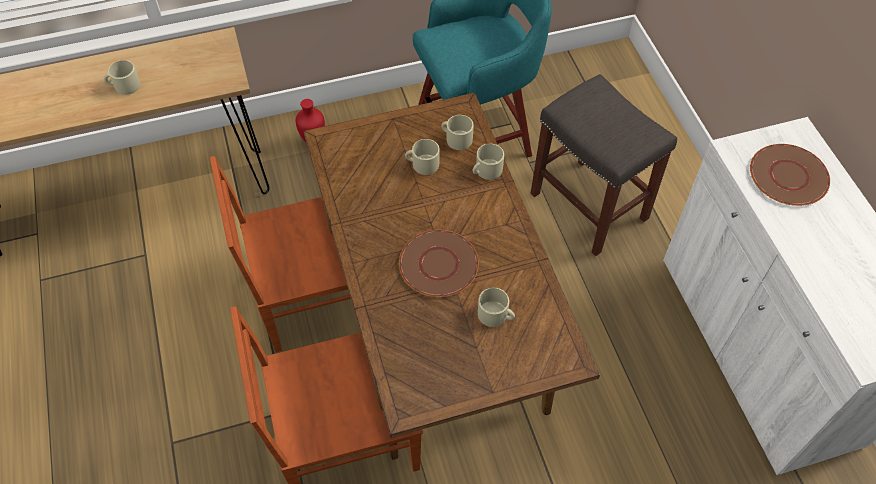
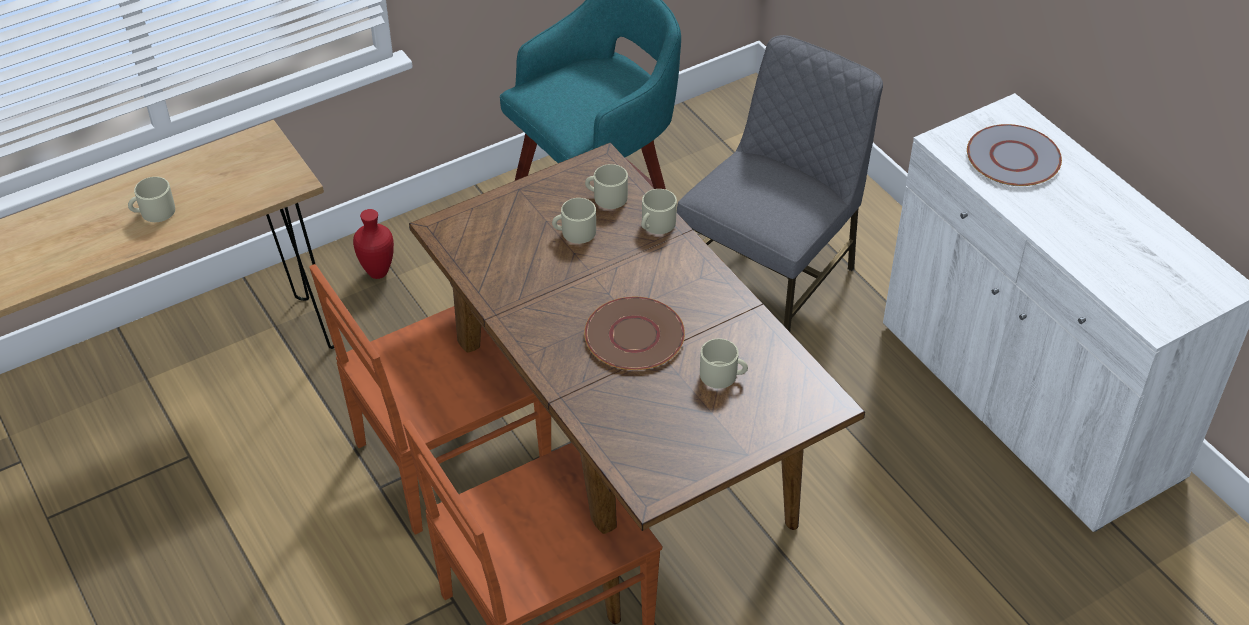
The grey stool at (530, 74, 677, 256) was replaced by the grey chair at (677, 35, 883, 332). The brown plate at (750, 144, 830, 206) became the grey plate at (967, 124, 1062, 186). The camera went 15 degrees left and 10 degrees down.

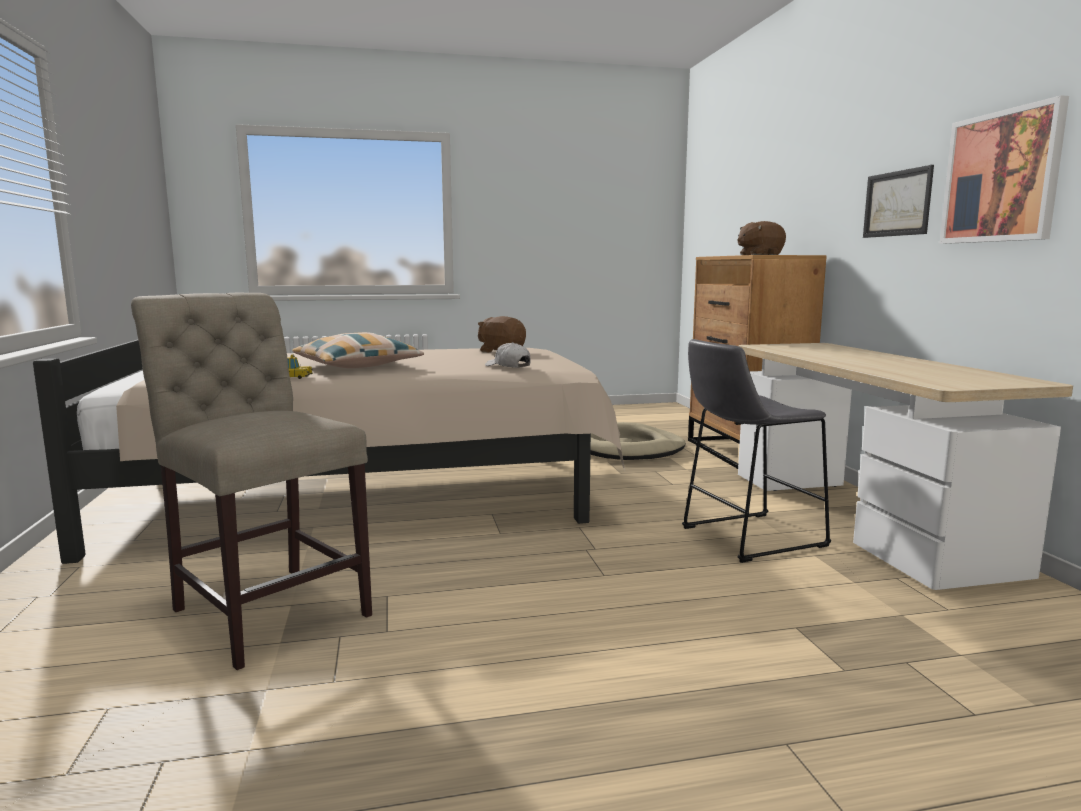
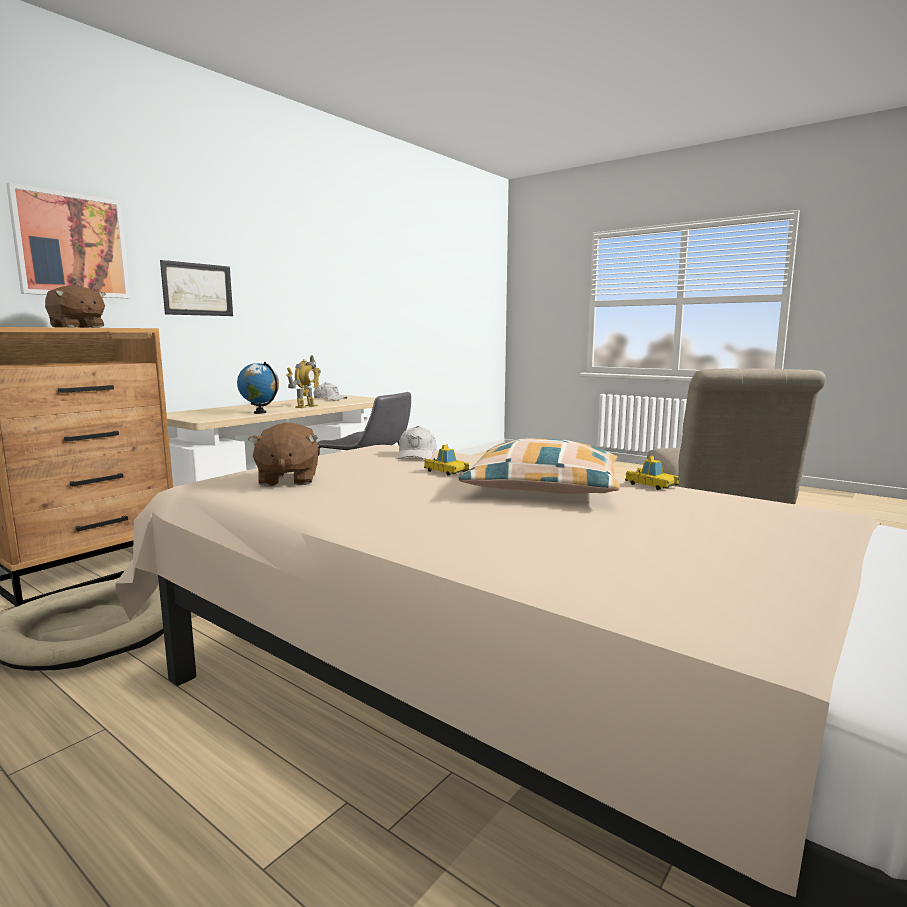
The globe at (237, 361, 279, 414) appeared. The toy robot at (287, 356, 321, 408) appeared. The white cap at (314, 382, 347, 401) appeared. The toy car at (424, 444, 469, 476) appeared. The picture moved from (939, 95, 1069, 244) to (6, 183, 130, 298). The camera went 130 degrees left and 0 degrees up.

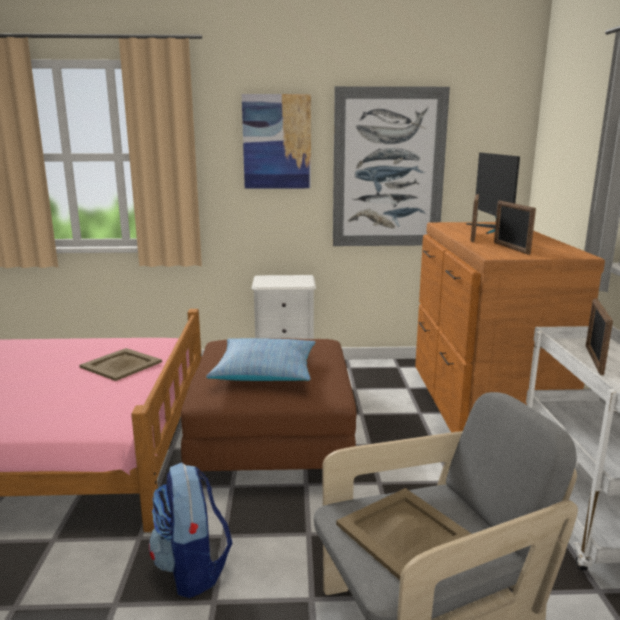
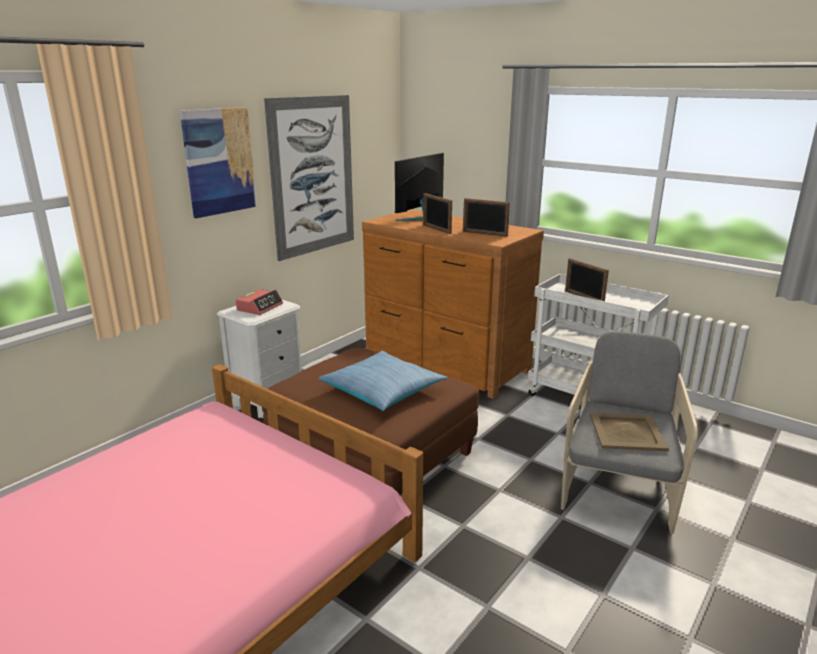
The beige tray at (79, 348, 162, 381) disappeared. The backpack at (149, 463, 232, 598) disappeared. The alarm clock at (236, 289, 283, 315) appeared. The monitor at (466, 153, 520, 234) turned 90 degrees clockwise. The camera went 50 degrees left and 5 degrees up.

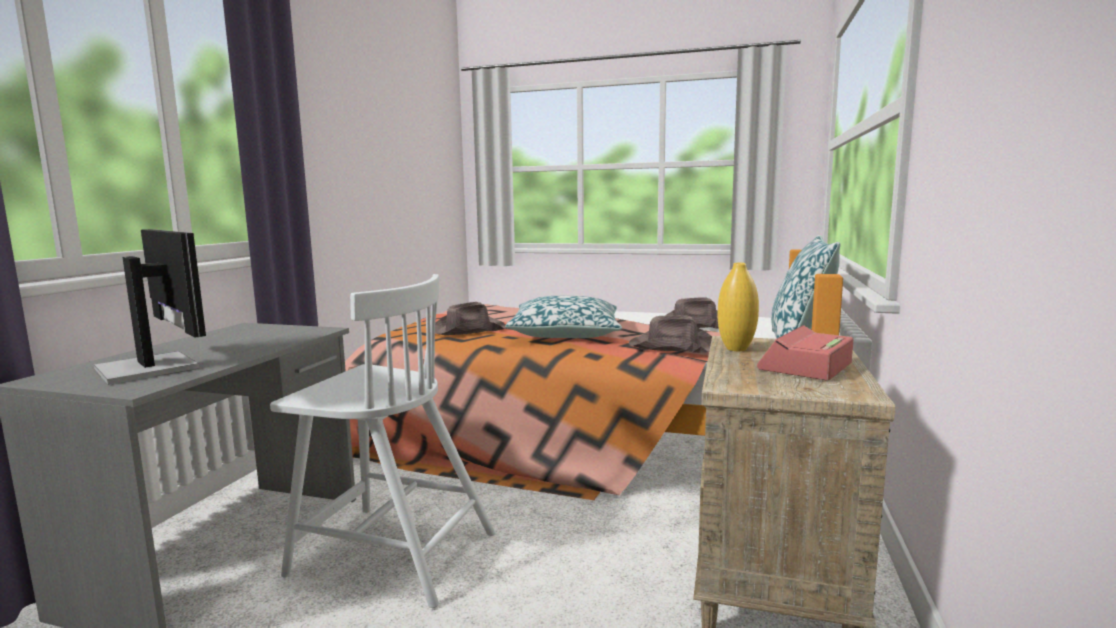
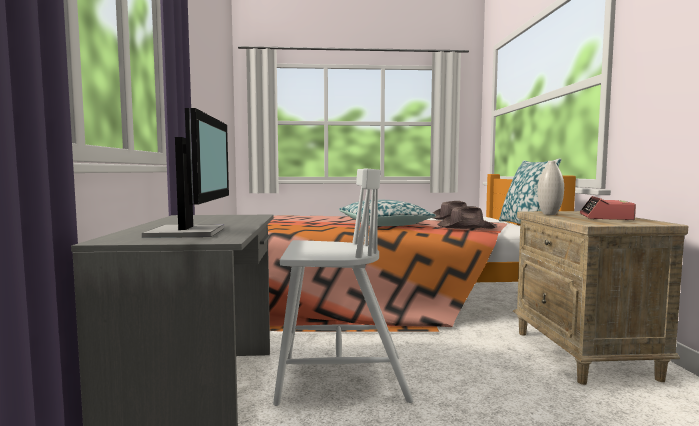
The brown hat at (435, 302, 507, 335) disappeared. The yellow vase at (717, 263, 759, 351) became the white vase at (537, 161, 564, 215). The monitor at (94, 229, 206, 385) turned 60 degrees clockwise. The camera went 20 degrees left and 5 degrees down.

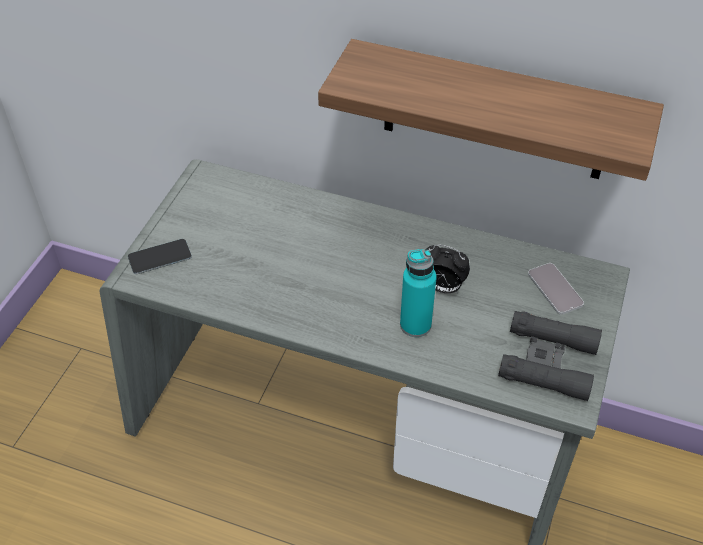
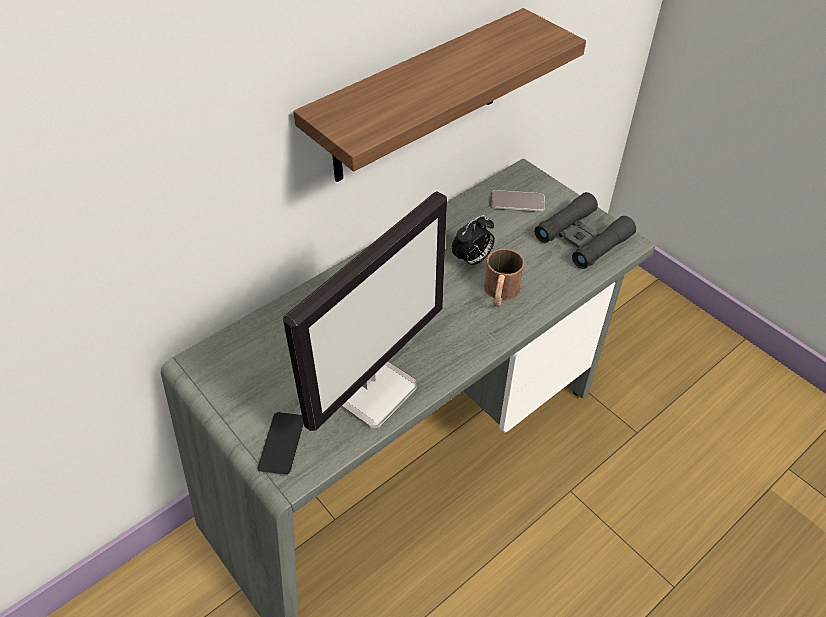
The monitor at (283, 191, 447, 431) appeared. The turquoise bottle at (400, 249, 437, 337) was replaced by the brown mug at (484, 249, 524, 307). The camera went 60 degrees left and 0 degrees up.

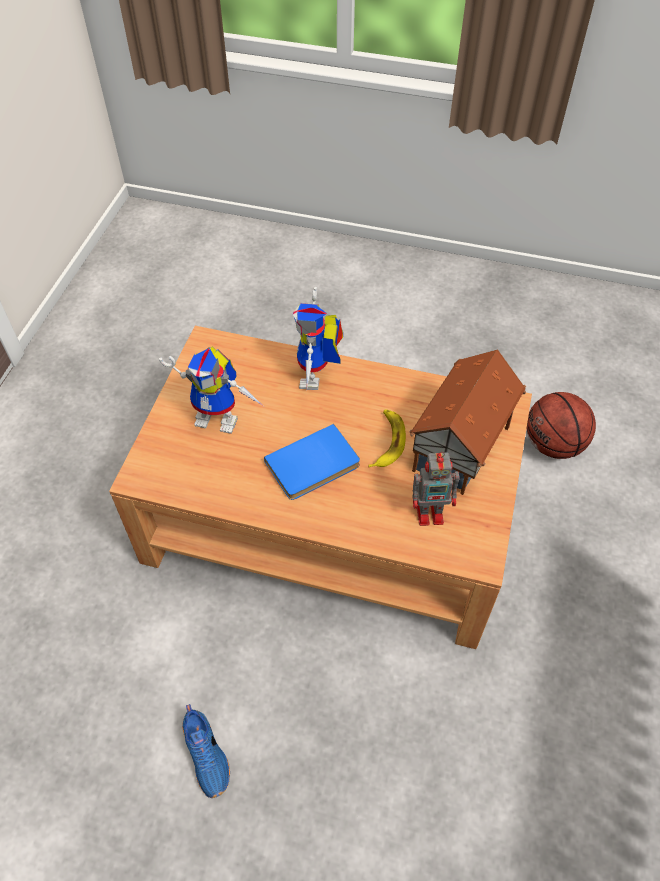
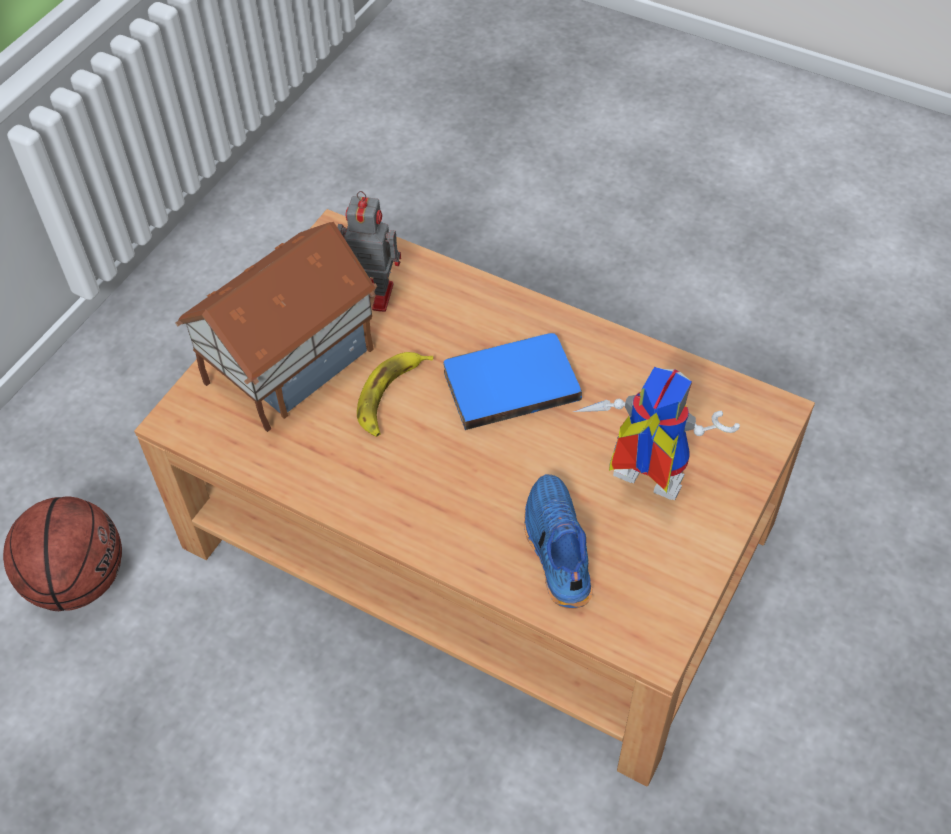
The toy robot at (293, 287, 343, 390) disappeared. The blue shoe moved from (182, 704, 230, 798) to (524, 474, 593, 609). The camera went 165 degrees left and 0 degrees up.

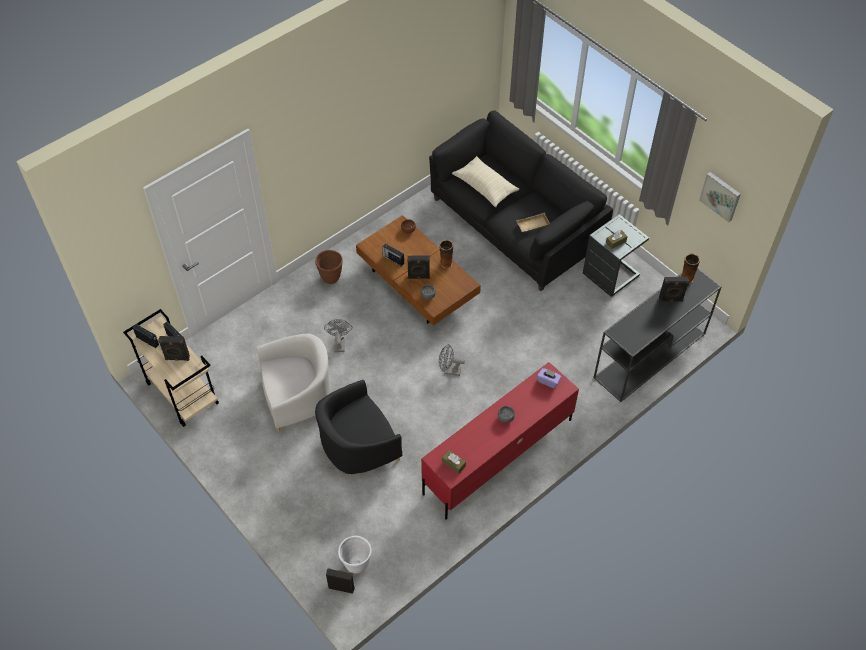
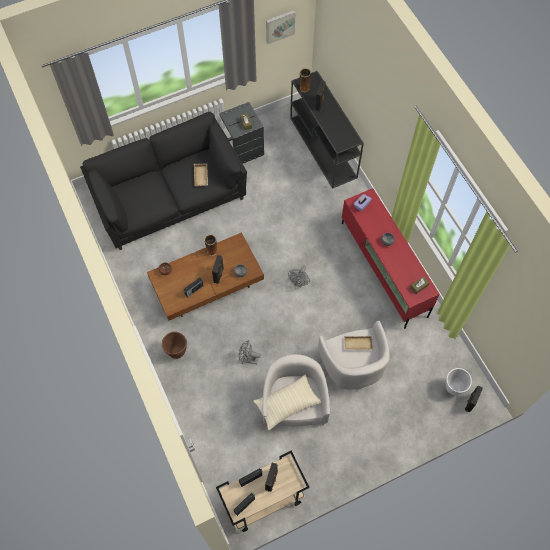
The beige tray at (344, 336, 373, 350) appeared. The beige pillow moved from (452, 156, 519, 207) to (253, 374, 322, 430). The black armchair at (315, 380, 402, 476) became the white armchair at (318, 321, 390, 390). The camera went 75 degrees left and 10 degrees up.

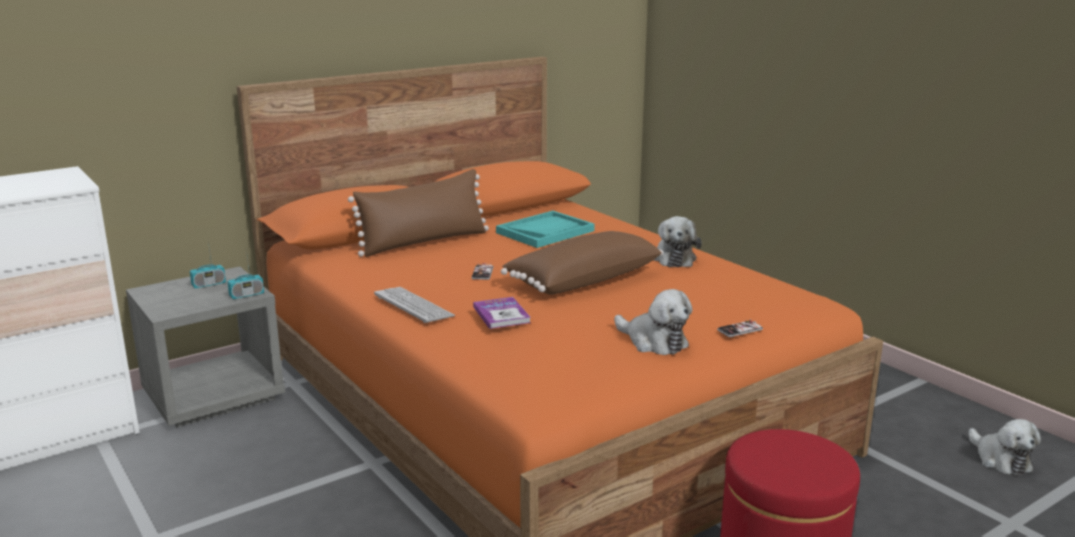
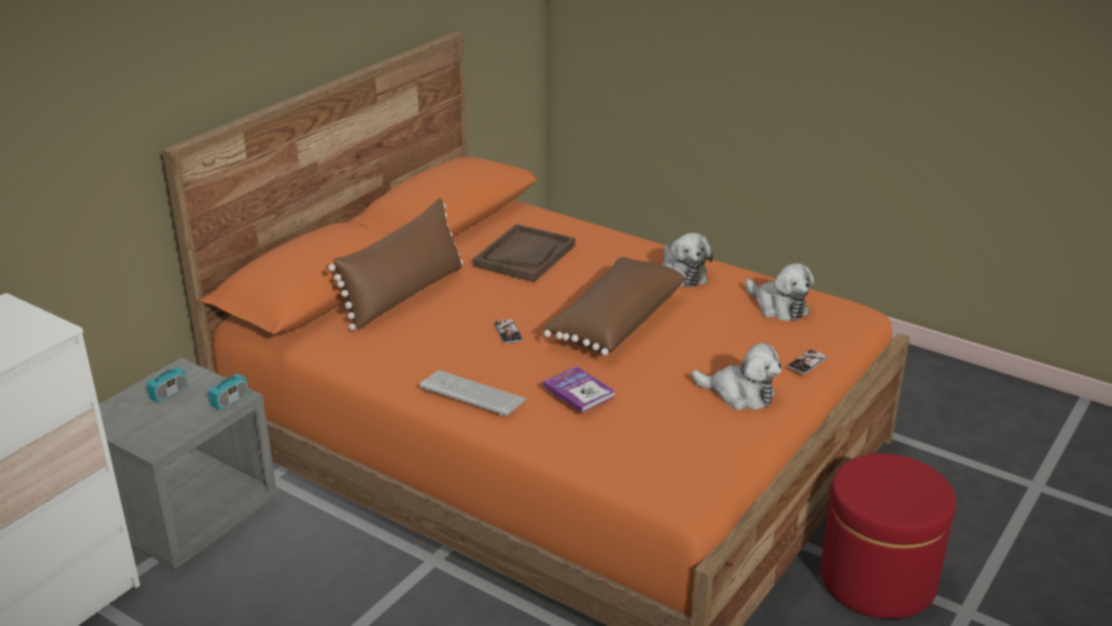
The plush toy moved from (968, 419, 1041, 476) to (746, 263, 815, 321). The turquoise tray at (496, 211, 595, 248) became the brown tray at (473, 224, 575, 282). The camera went 20 degrees left and 10 degrees up.

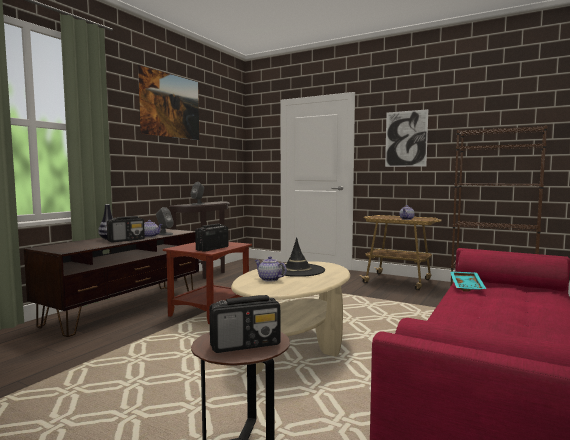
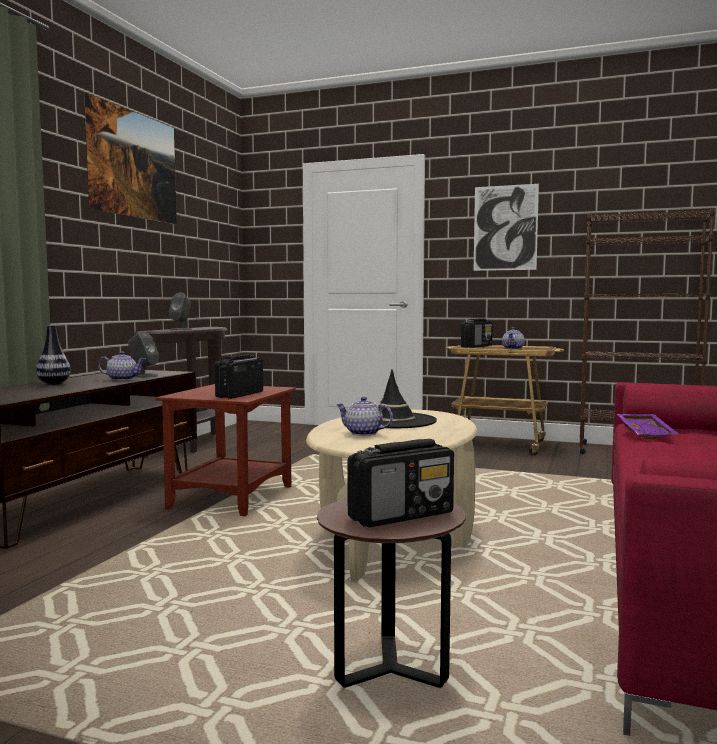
The radio moved from (107, 216, 145, 242) to (461, 318, 493, 348). The turquoise tray at (450, 272, 486, 292) became the purple tray at (617, 414, 679, 439). The camera went 10 degrees left and 0 degrees up.

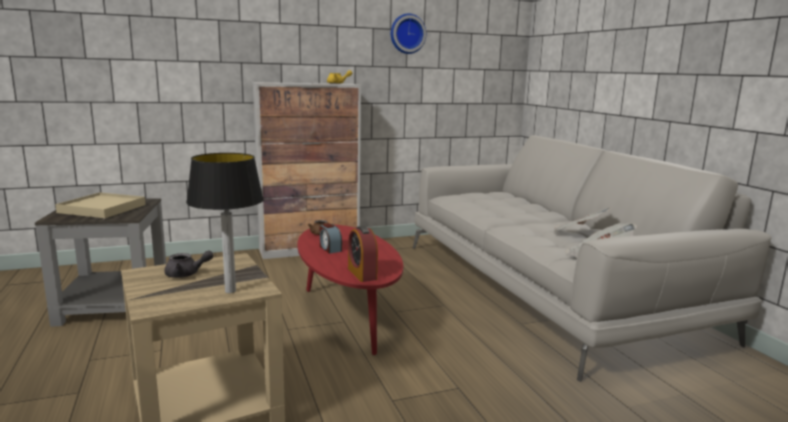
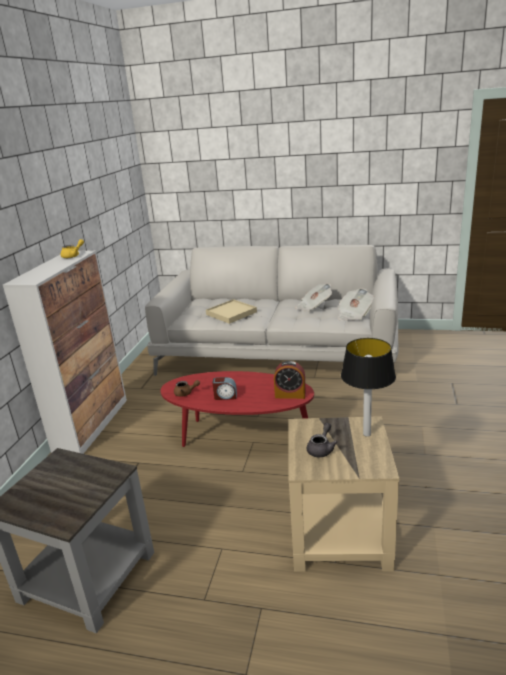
The wall clock at (391, 14, 426, 54) disappeared. The beige tray moved from (55, 192, 146, 218) to (206, 299, 257, 324). The camera went 55 degrees left and 10 degrees up.

